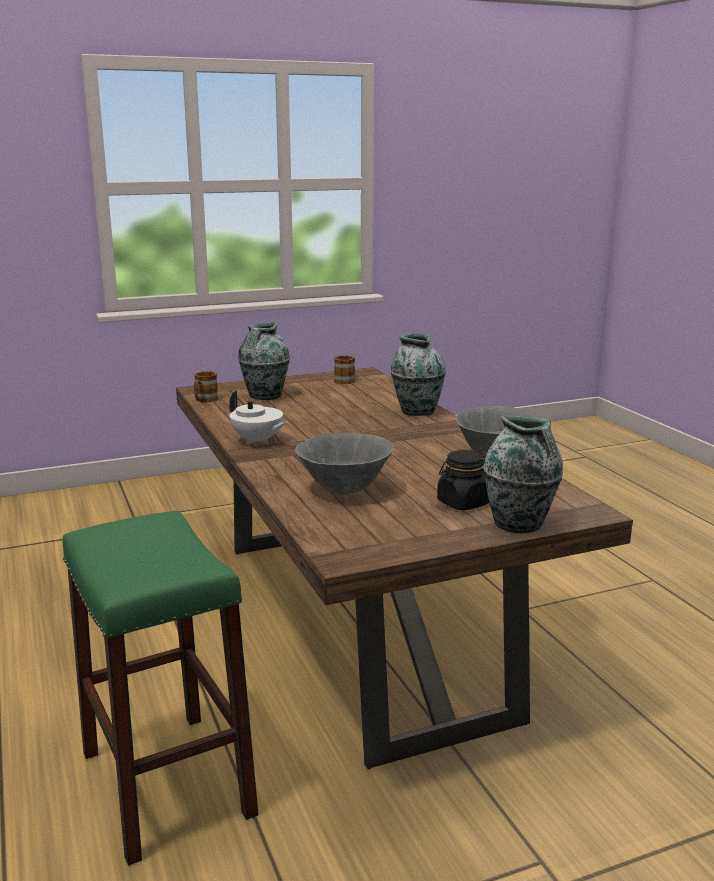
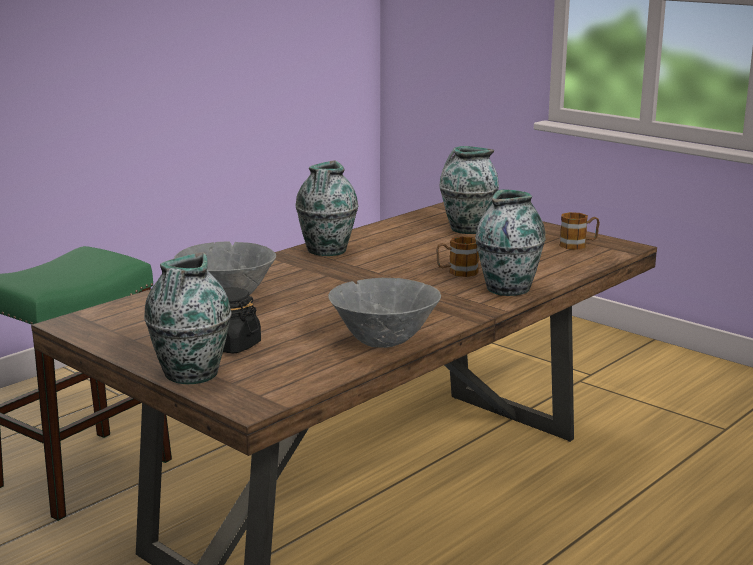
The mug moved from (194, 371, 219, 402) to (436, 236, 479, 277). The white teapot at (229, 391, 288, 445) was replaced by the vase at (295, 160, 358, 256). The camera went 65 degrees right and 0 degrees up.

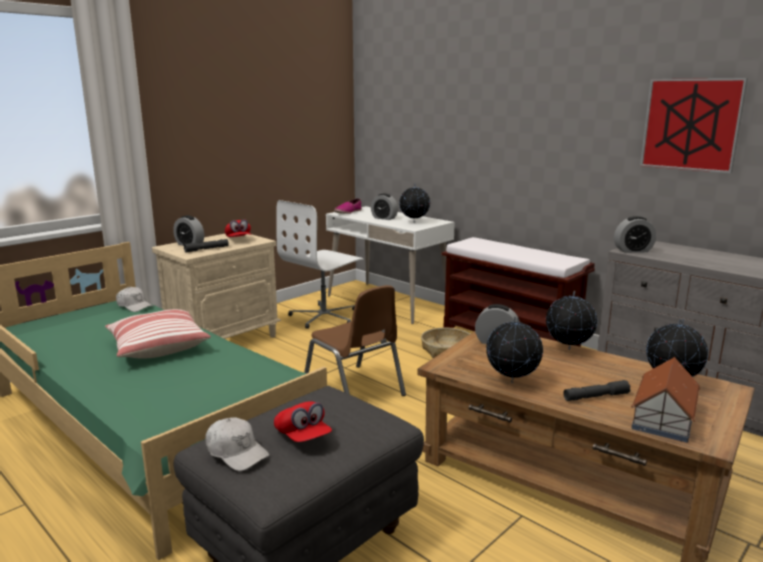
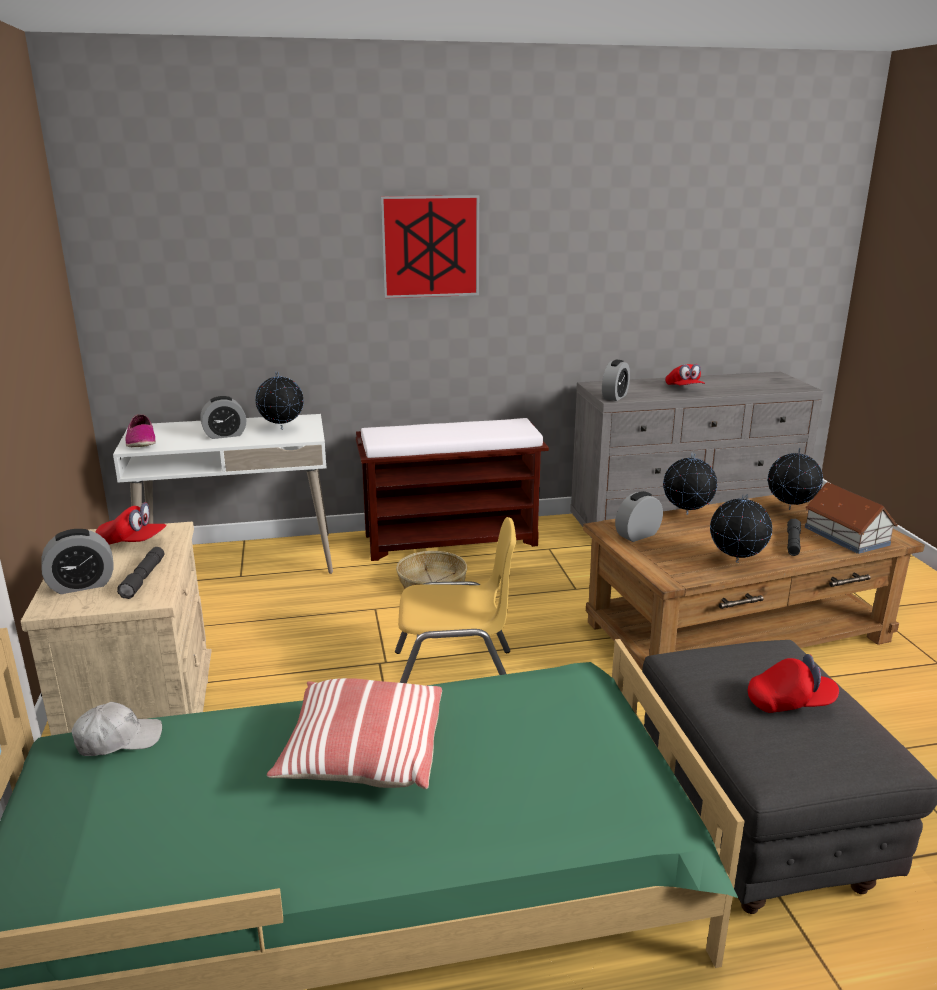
The white cap at (205, 417, 269, 471) disappeared. The white office chair at (277, 200, 364, 329) disappeared. The red cap at (665, 364, 705, 385) appeared. The picture moved from (640, 78, 748, 173) to (381, 195, 479, 298). The brown chair at (304, 285, 406, 396) became the yellow chair at (395, 517, 516, 683). The camera went 55 degrees left and 5 degrees up.

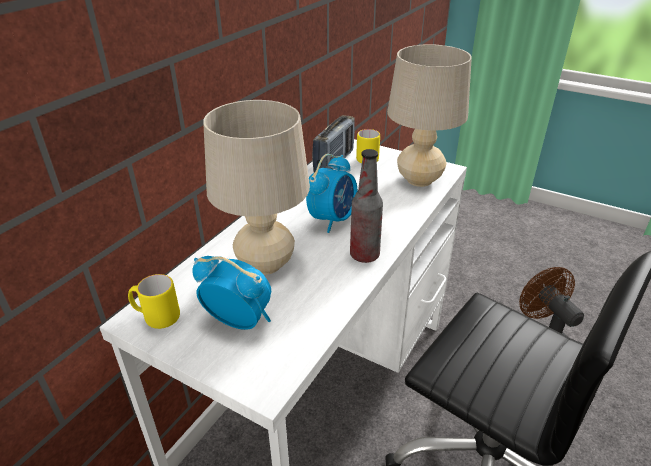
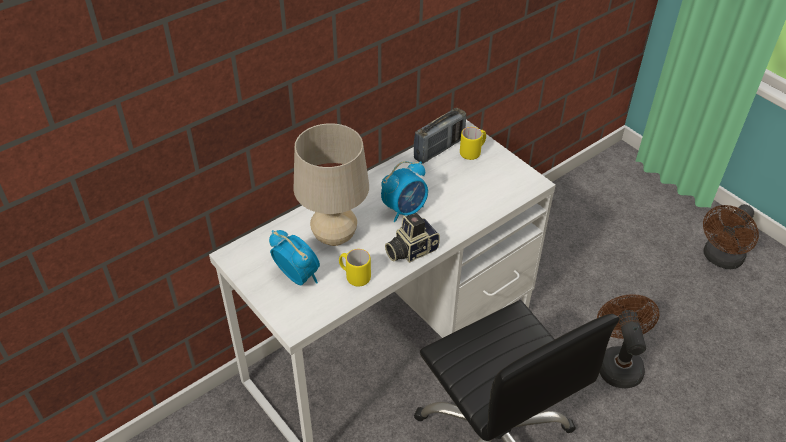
The beige table lamp at (387, 44, 472, 187) disappeared. The brown fan at (703, 204, 759, 269) appeared. The yellow mug moved from (128, 274, 180, 329) to (339, 249, 371, 286). The bottle at (350, 149, 383, 263) was replaced by the photo camera at (385, 213, 440, 263). The camera went 20 degrees right and 10 degrees up.

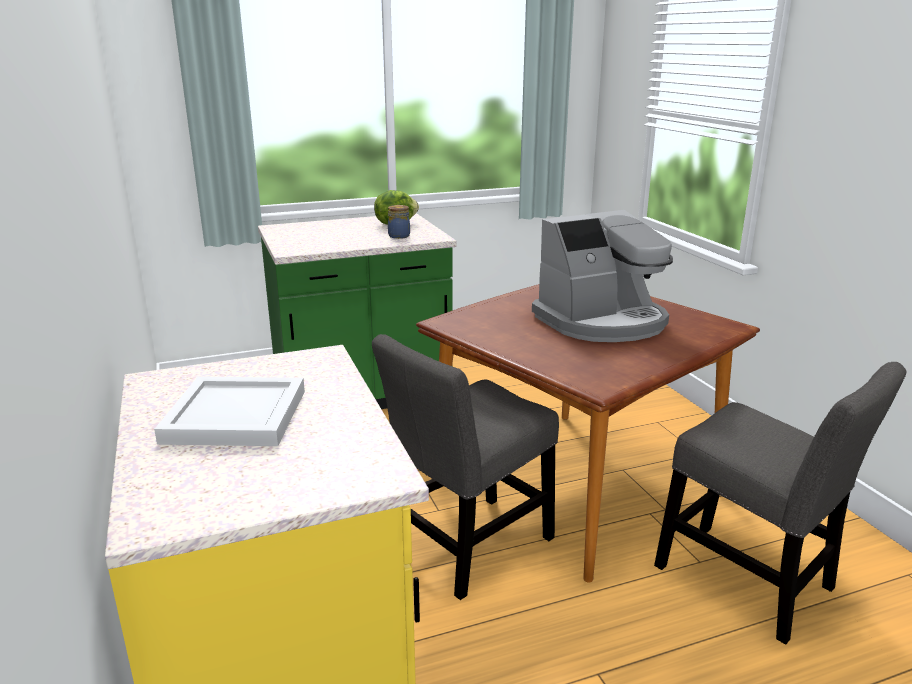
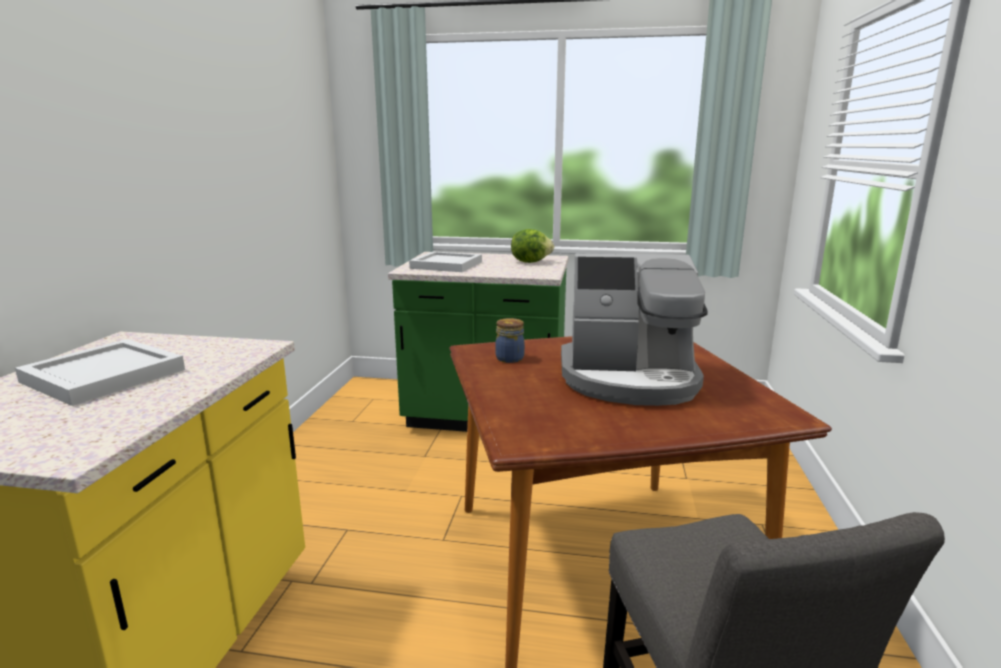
The grey chair at (372, 334, 559, 600) disappeared. The white tray at (409, 251, 482, 272) appeared. The jar moved from (388, 205, 410, 239) to (495, 318, 525, 363). The camera went 30 degrees right and 5 degrees down.

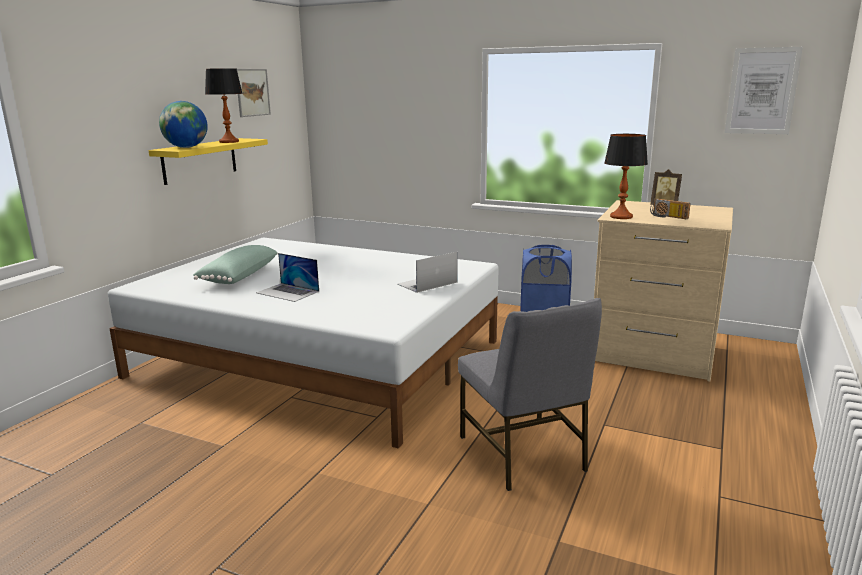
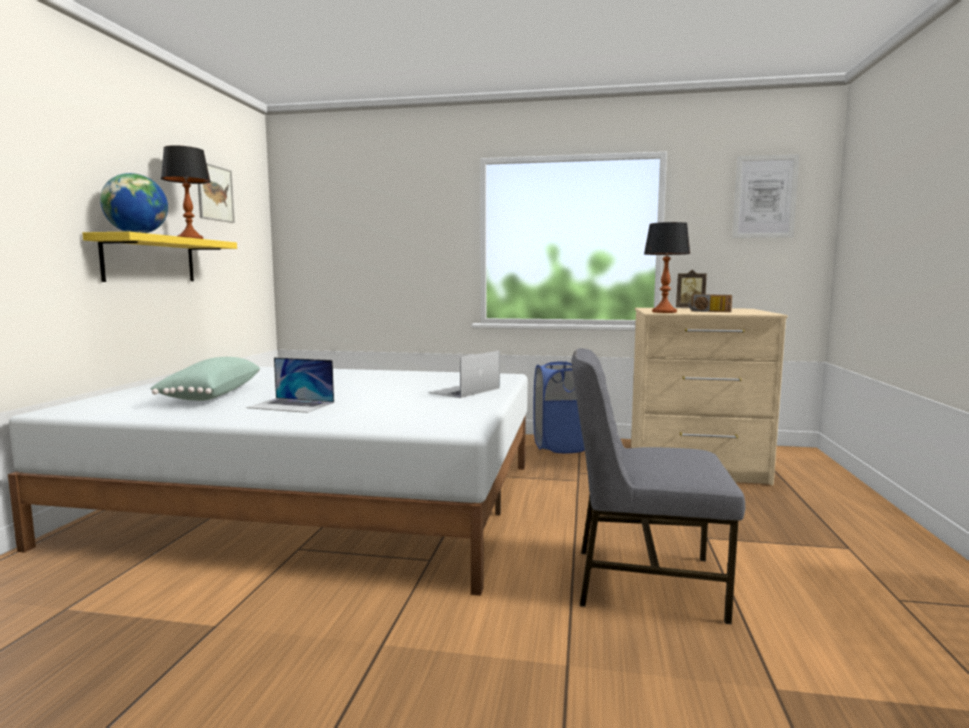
The grey chair at (458, 298, 602, 491) turned 135 degrees clockwise. The camera went 15 degrees left and 10 degrees down.

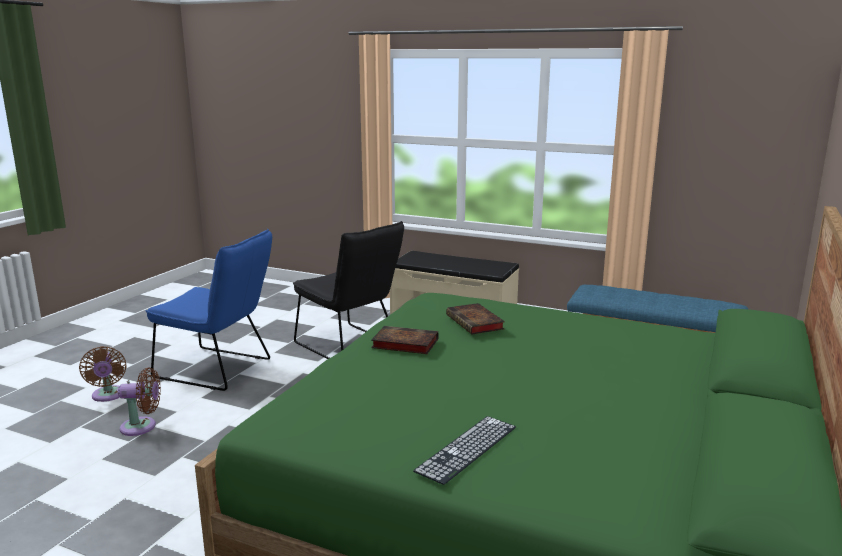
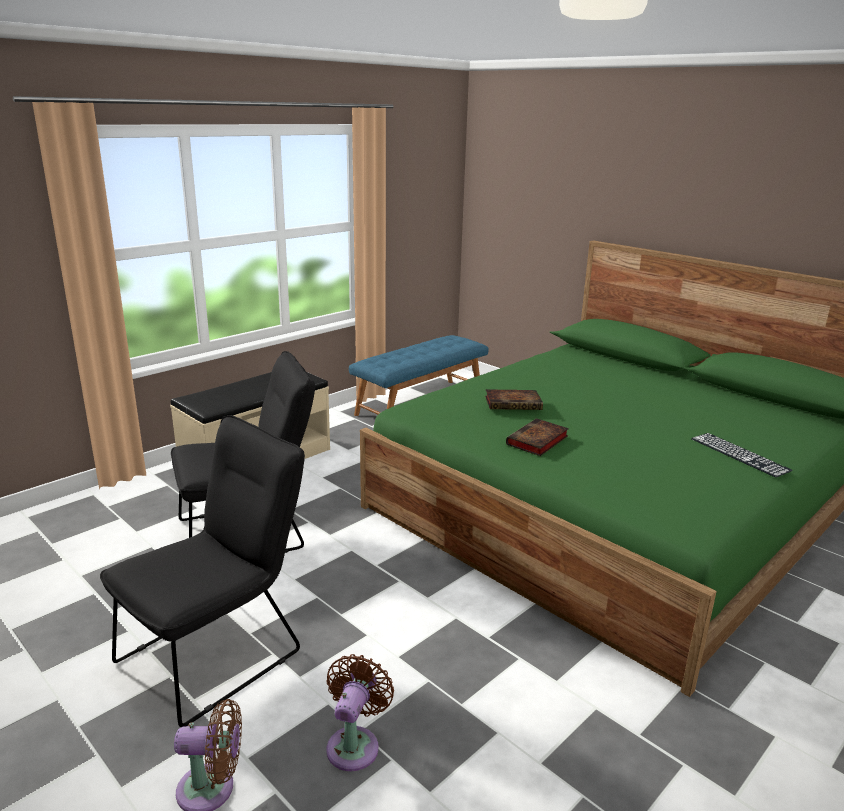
The blue chair at (146, 229, 272, 391) became the black chair at (100, 415, 305, 727). The camera went 70 degrees left and 5 degrees up.

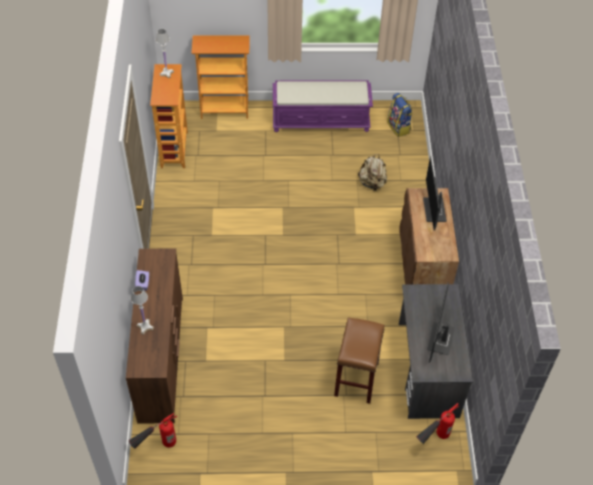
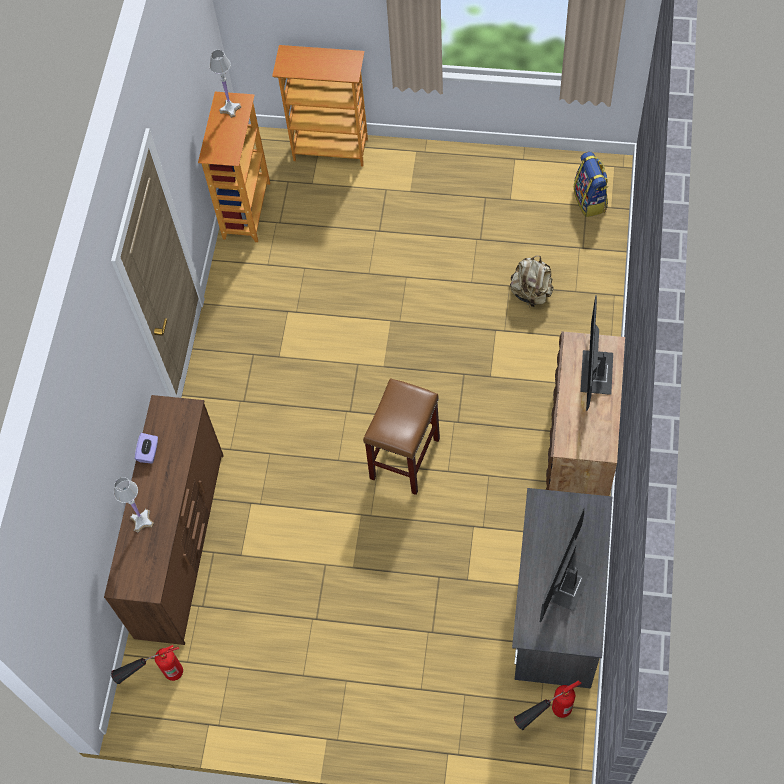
The purple bench at (273, 80, 373, 132) disappeared. The brown stool moved from (334, 317, 385, 404) to (363, 378, 440, 495). The camera went 15 degrees right and 10 degrees up.

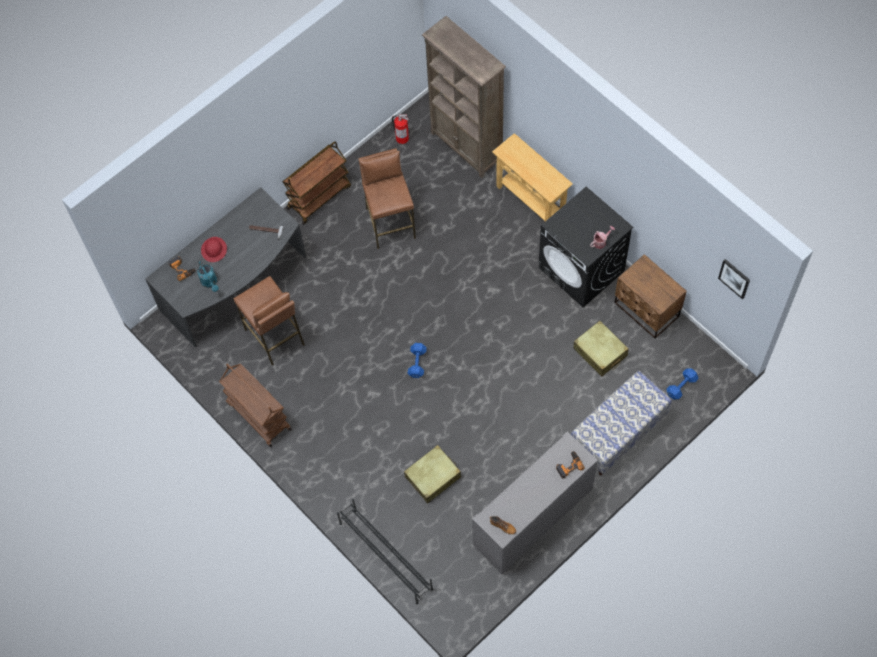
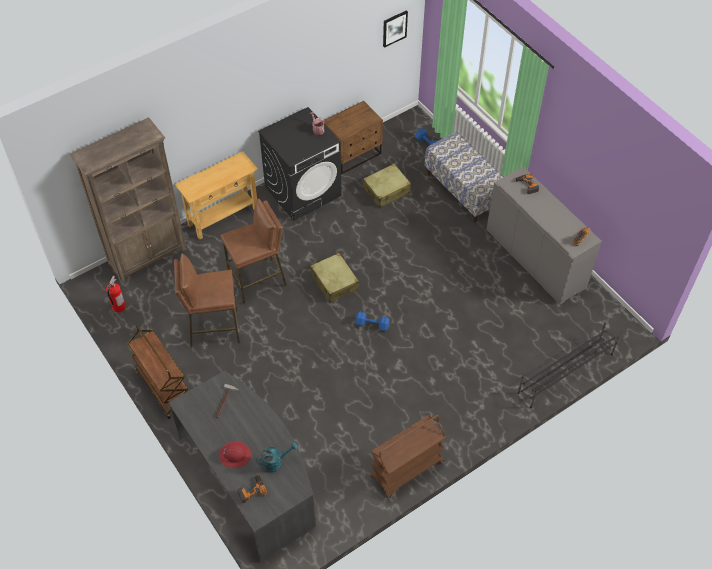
The brown stool moved from (234, 276, 305, 366) to (221, 198, 287, 304). The beige suitcase moved from (404, 445, 461, 503) to (310, 253, 359, 303). The camera went 85 degrees left and 10 degrees down.

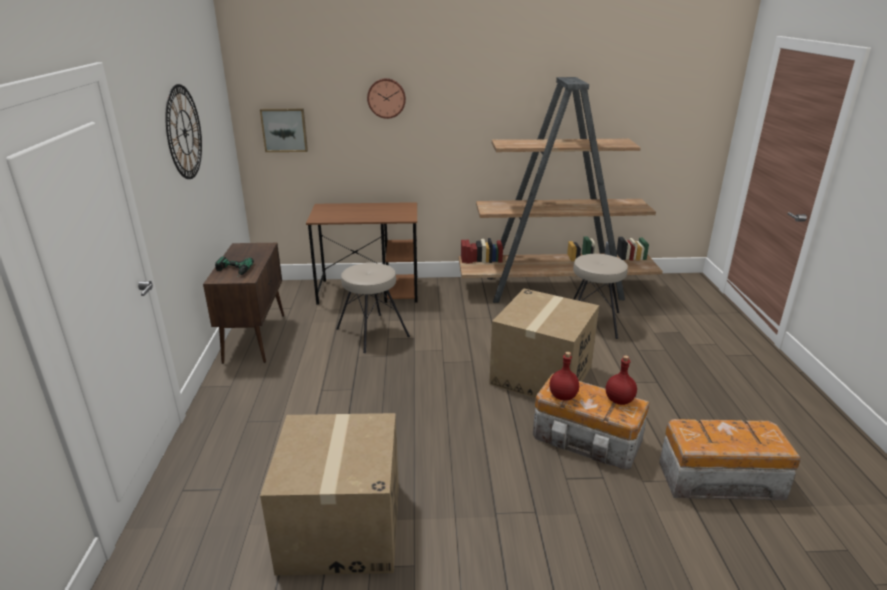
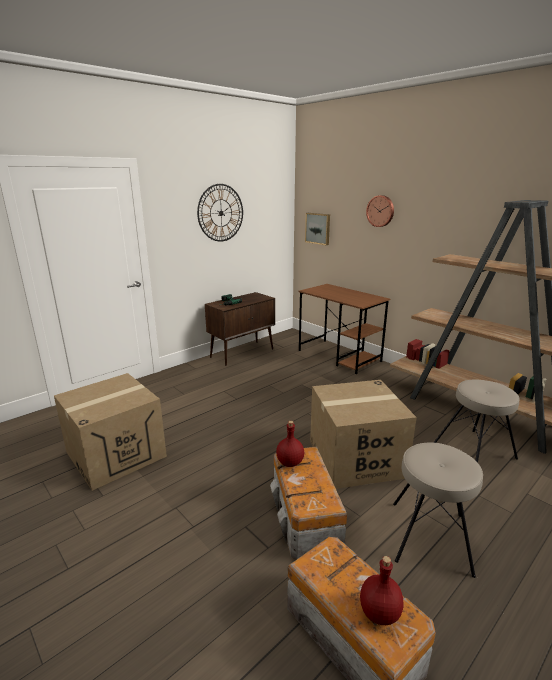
The beige stool moved from (336, 263, 410, 353) to (393, 443, 483, 578). The red bottle moved from (605, 355, 637, 405) to (360, 556, 403, 625). The camera went 50 degrees right and 5 degrees down.

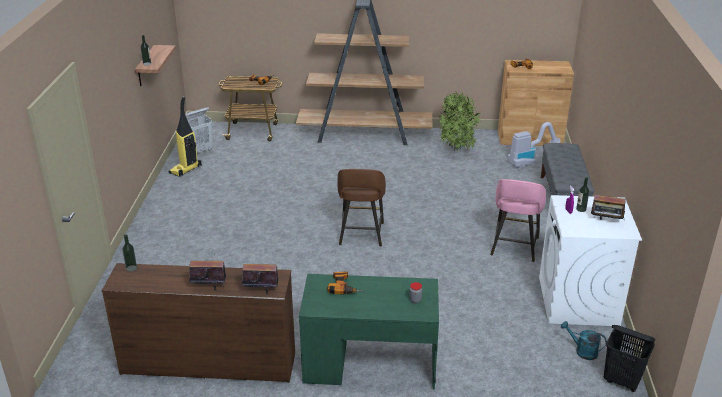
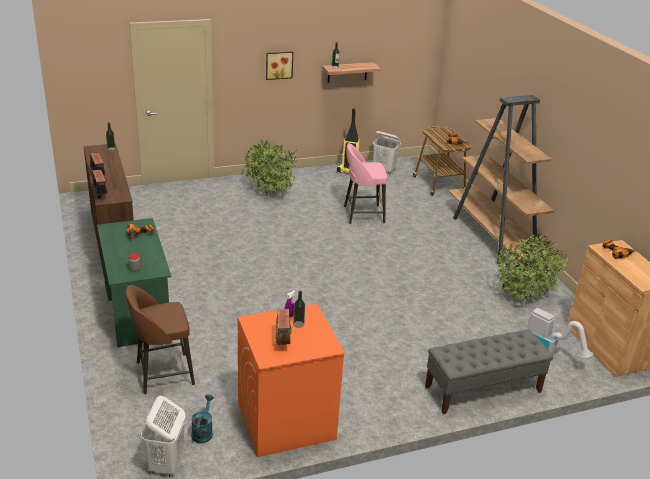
The potted plant at (244, 139, 298, 196) appeared. The picture at (266, 51, 293, 80) appeared. The brown stool moved from (337, 169, 386, 247) to (126, 285, 195, 394). The pink stool moved from (490, 179, 546, 262) to (344, 143, 388, 224). The white washing machine at (539, 195, 642, 326) became the orange washing machine at (238, 304, 345, 457). The black laundry basket at (604, 325, 655, 392) became the white laundry basket at (141, 396, 186, 477). The camera went 65 degrees right and 0 degrees up.

